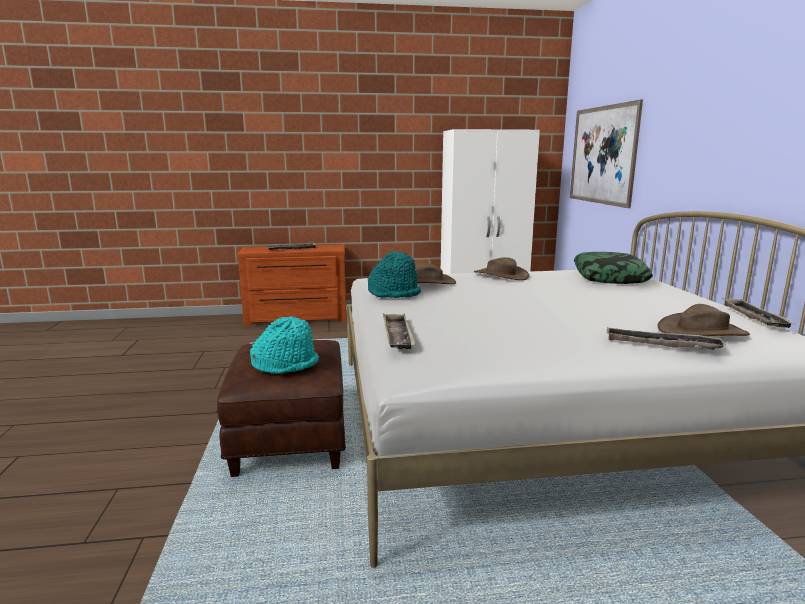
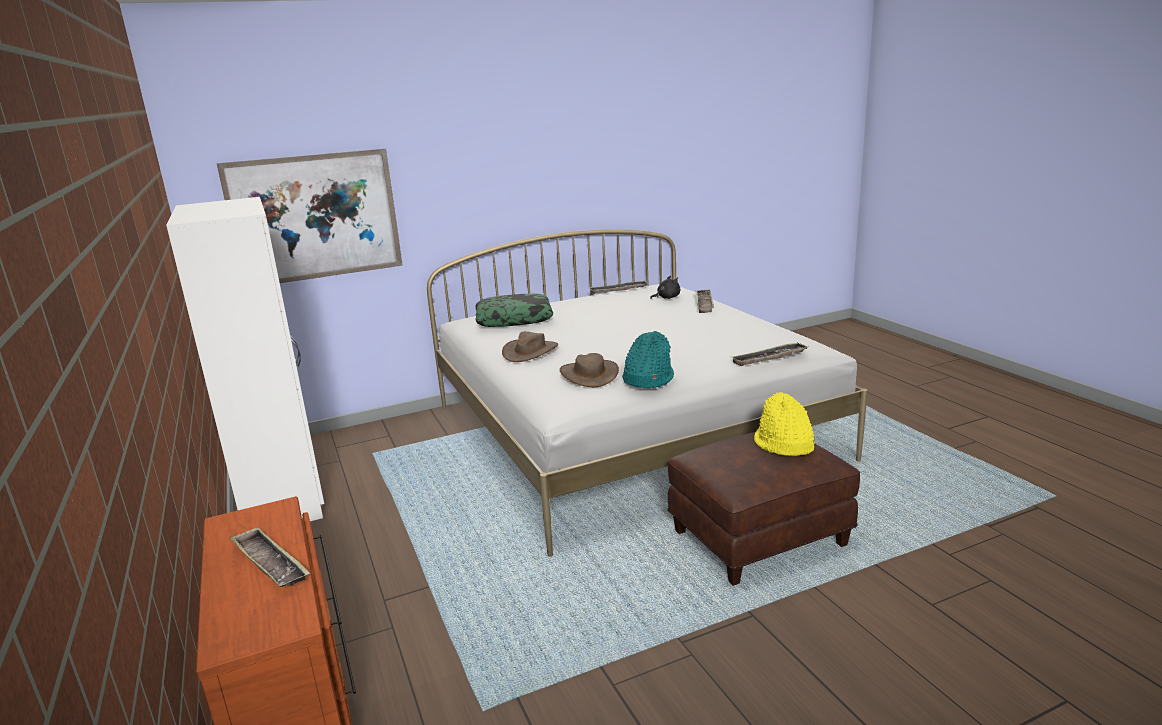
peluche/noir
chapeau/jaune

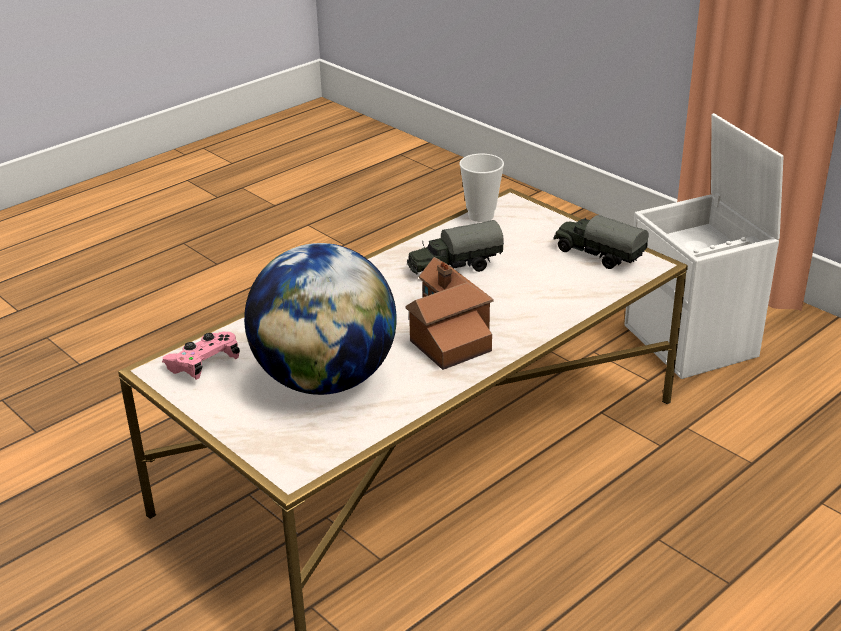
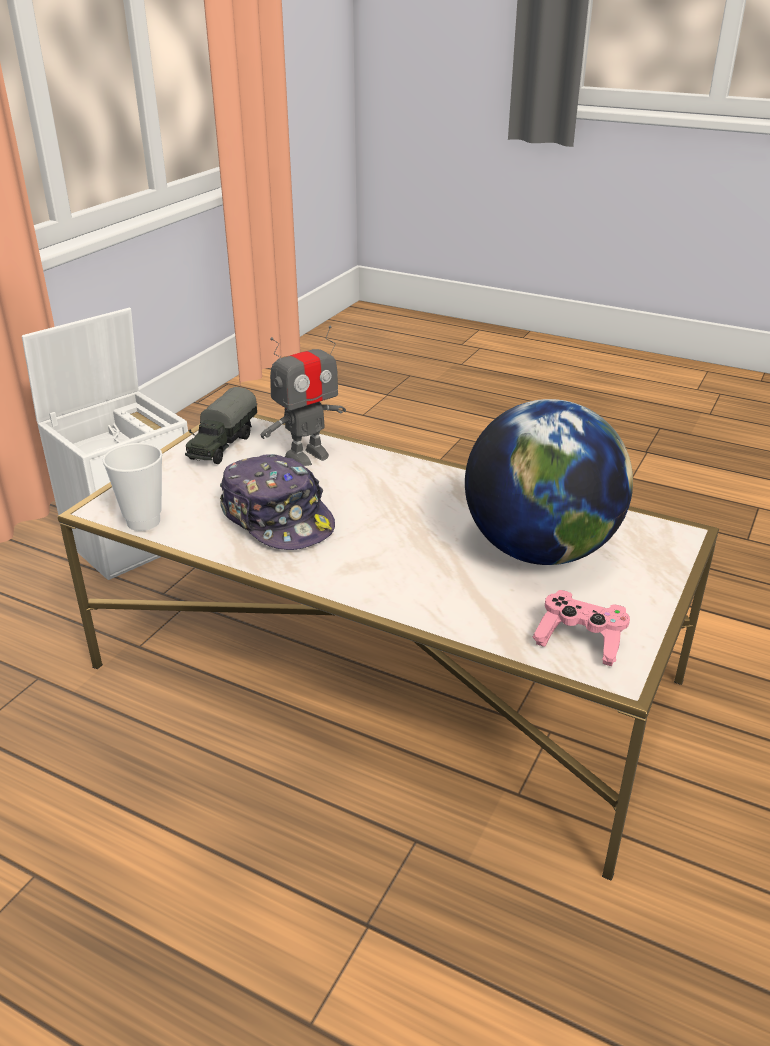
casquette
maison miniature
robot jouet

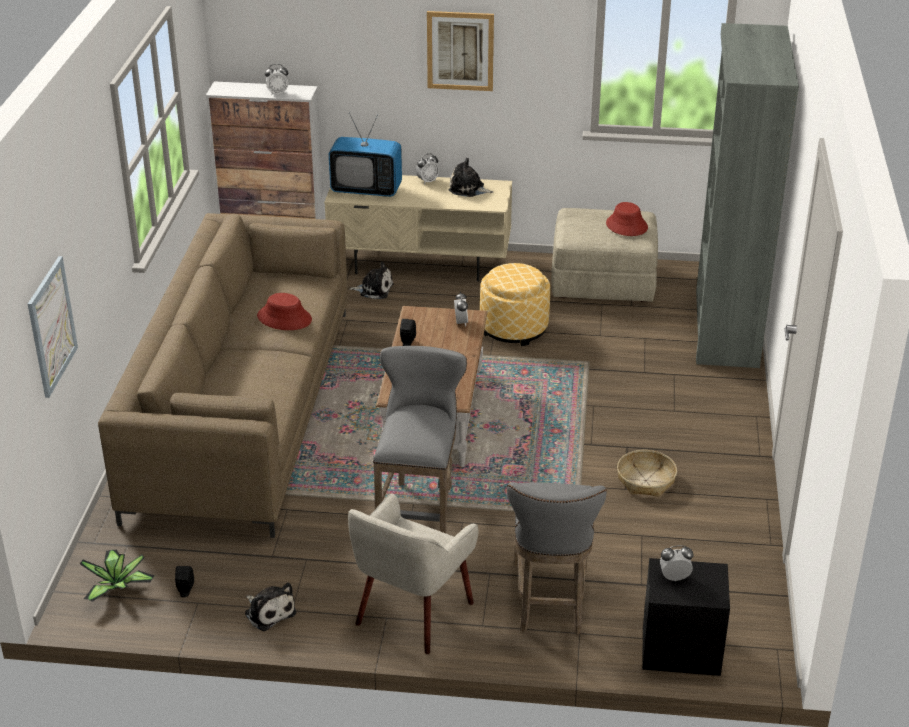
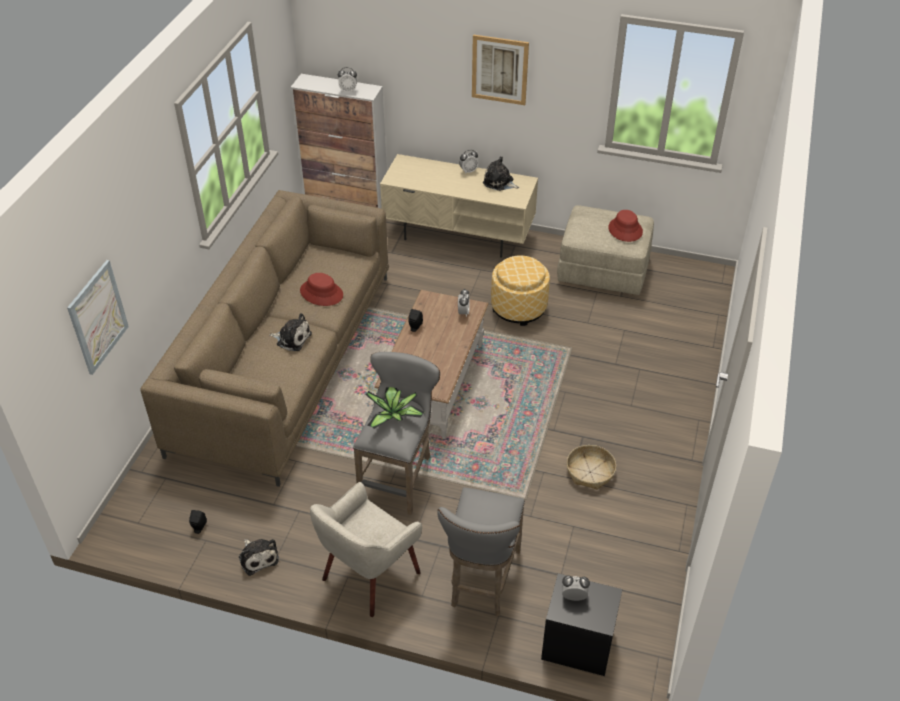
bibliothèque/gris
téléviseur
peluche (2nd from left)
plante en pot

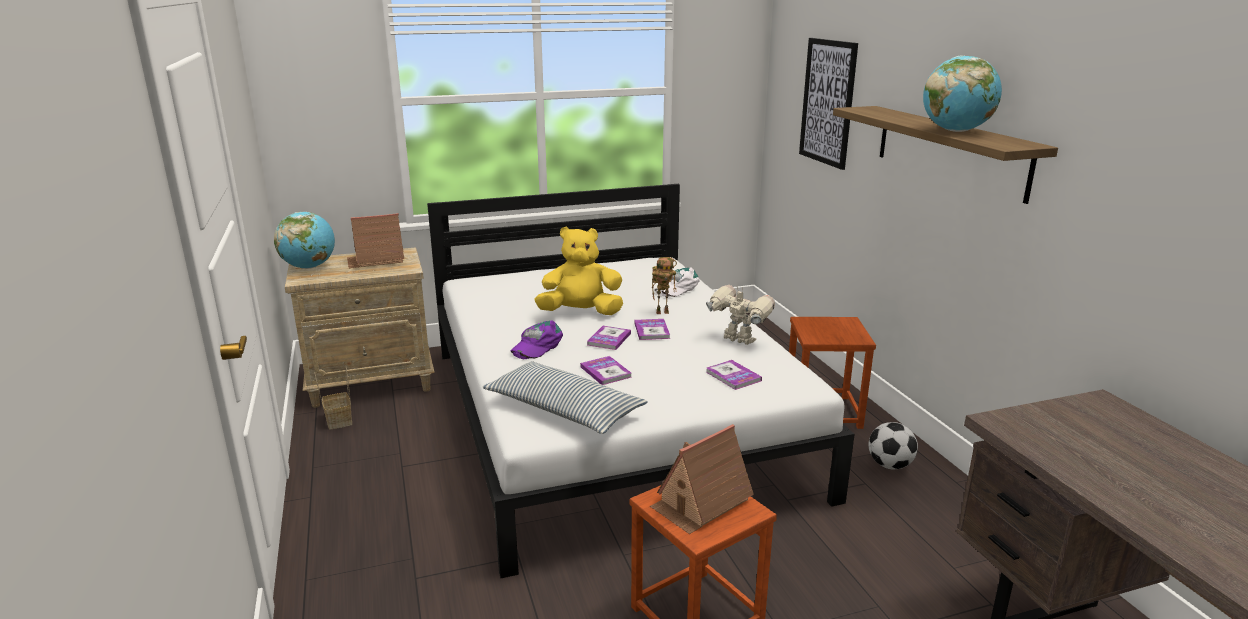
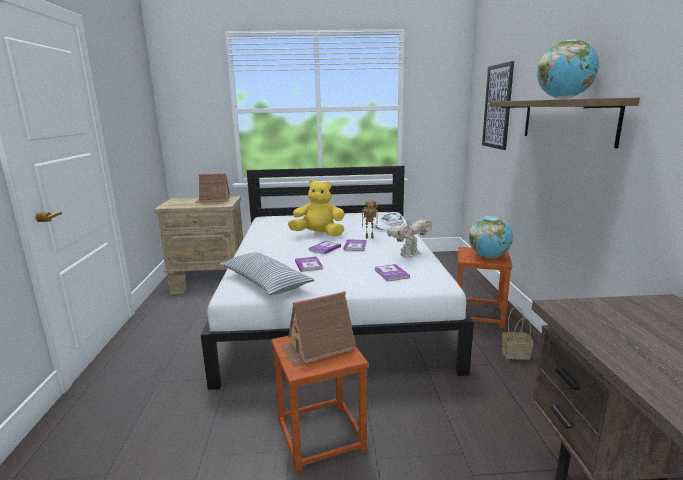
globe (1st from left)
robot jouet (2nd from left)
casquette/violet
panier (2nd from left)

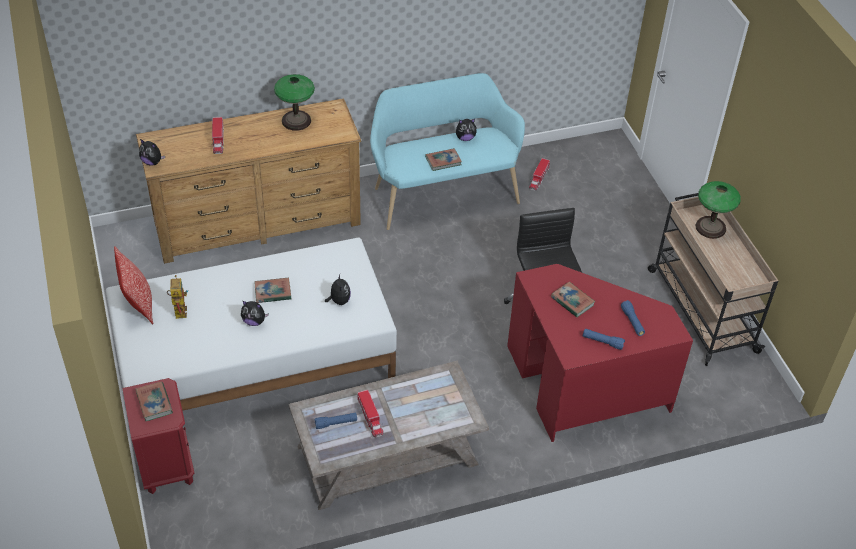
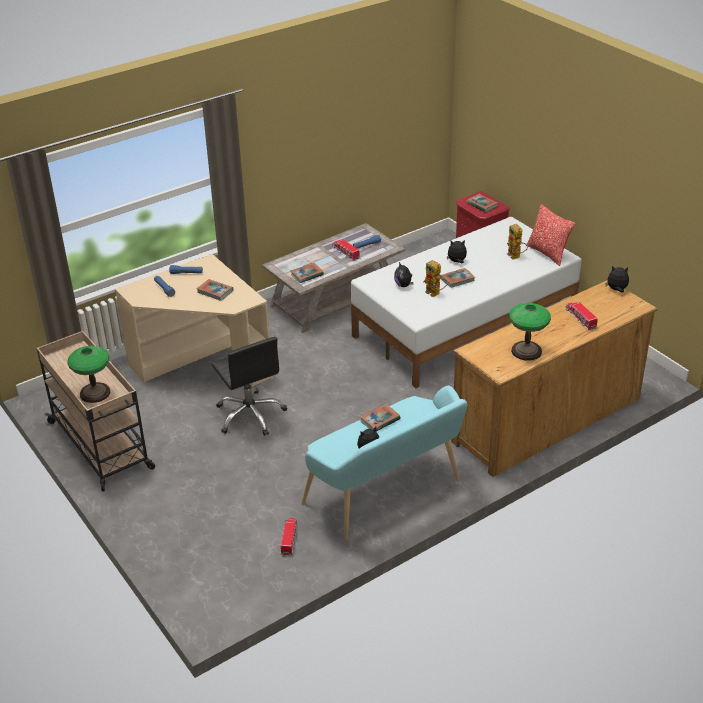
bureau/beige
robot jouet (1st from left)
livre (2nd from left)

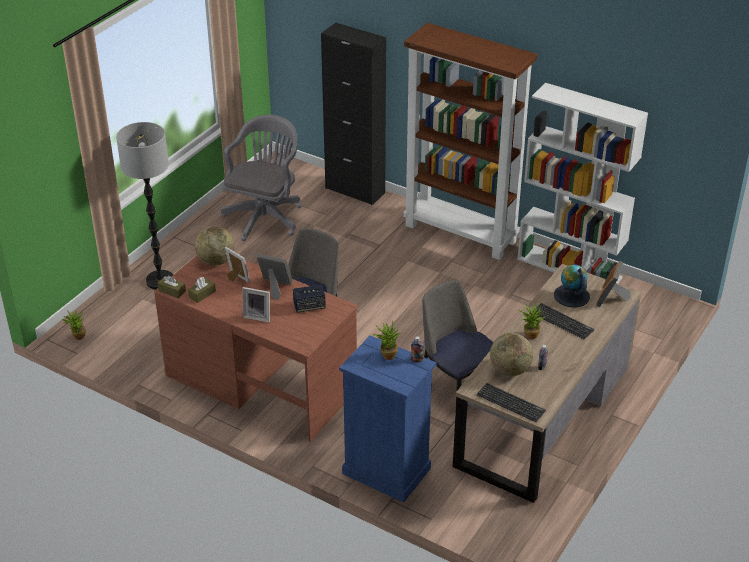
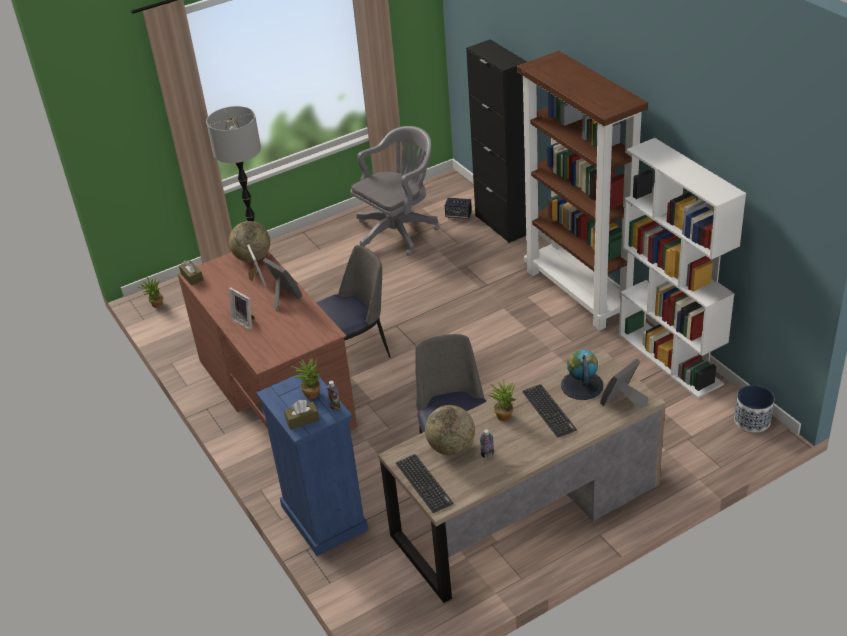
boîte à mouchoirs/marron (2nd from left)
enceinte
cache-pot

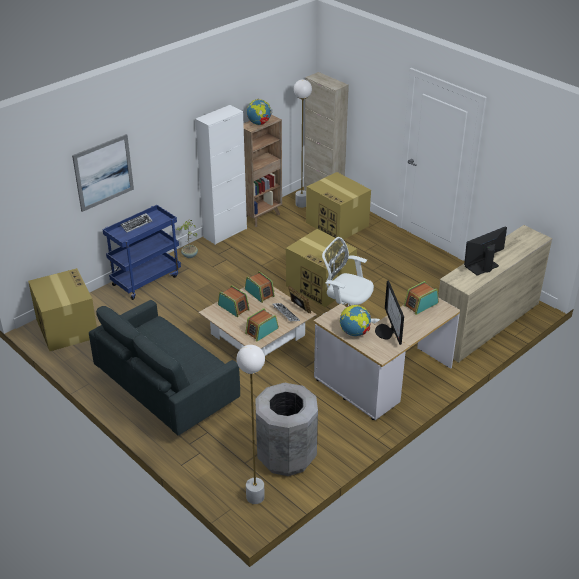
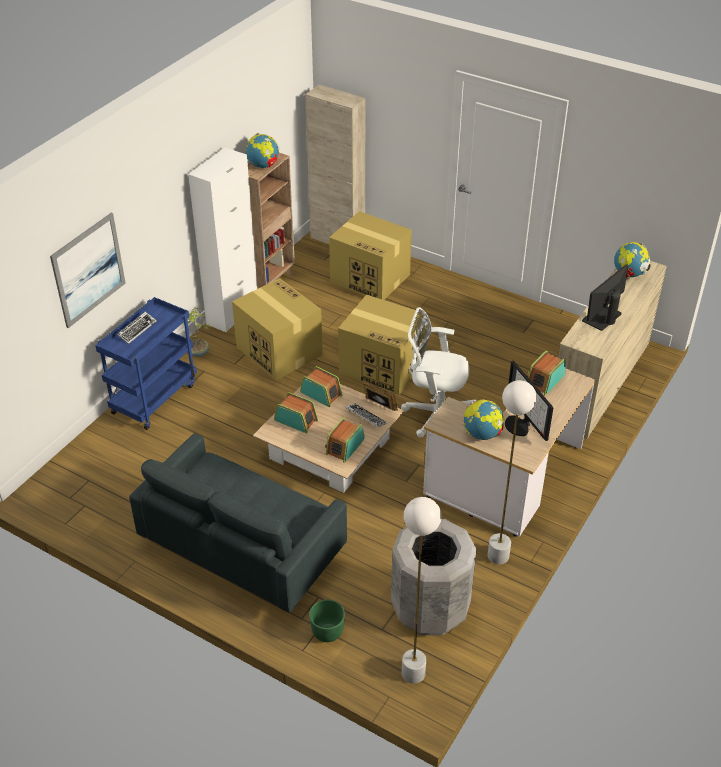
lampadaire/blanc (2nd from left)
carton (1st from left)
globe (3rd from left)
cache-pot/vert

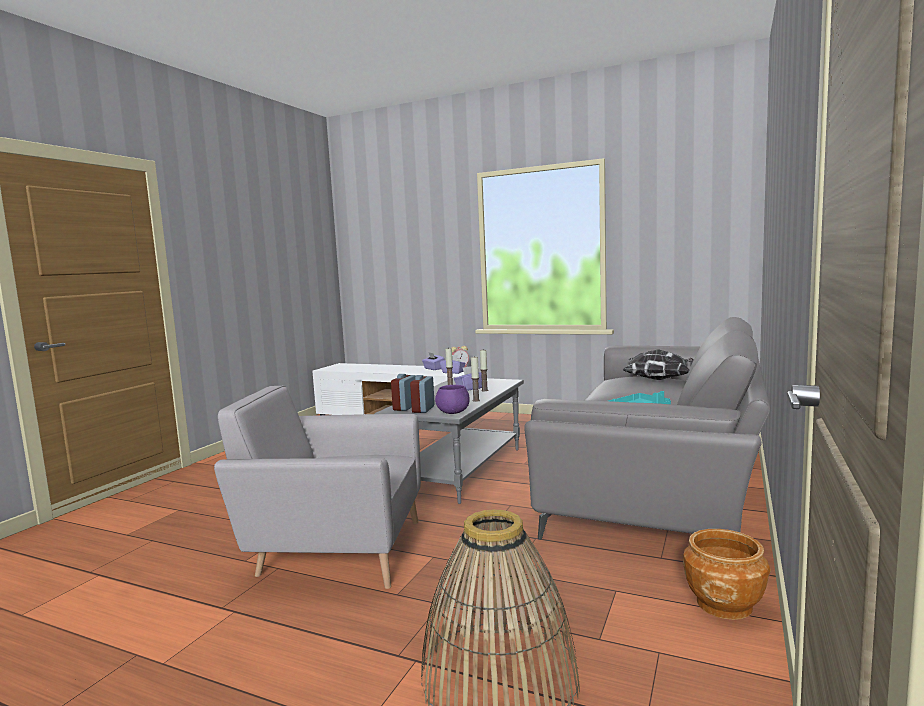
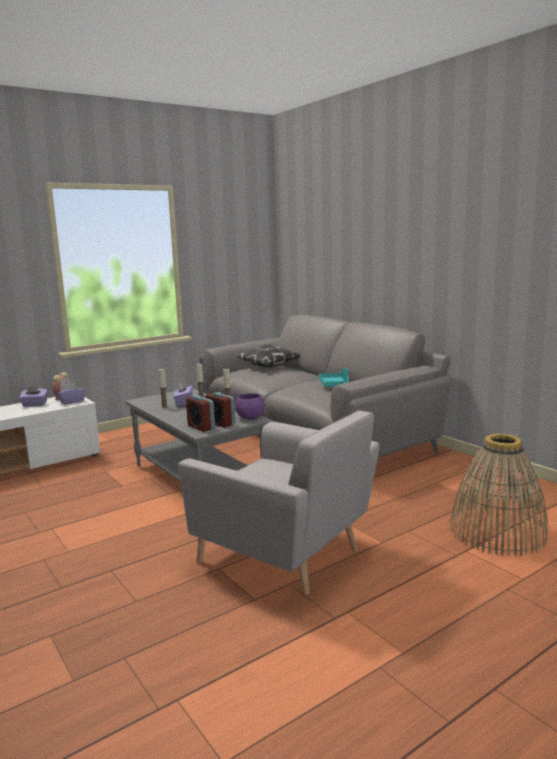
fauteuil/gris
cache-pot/marron

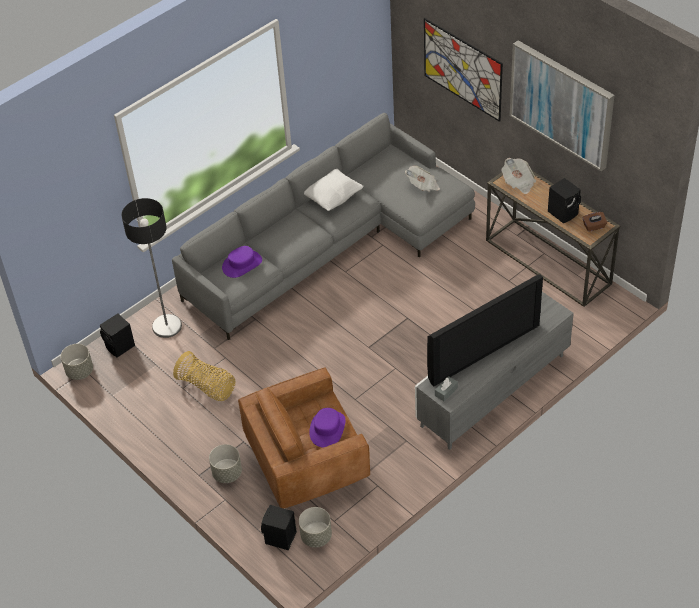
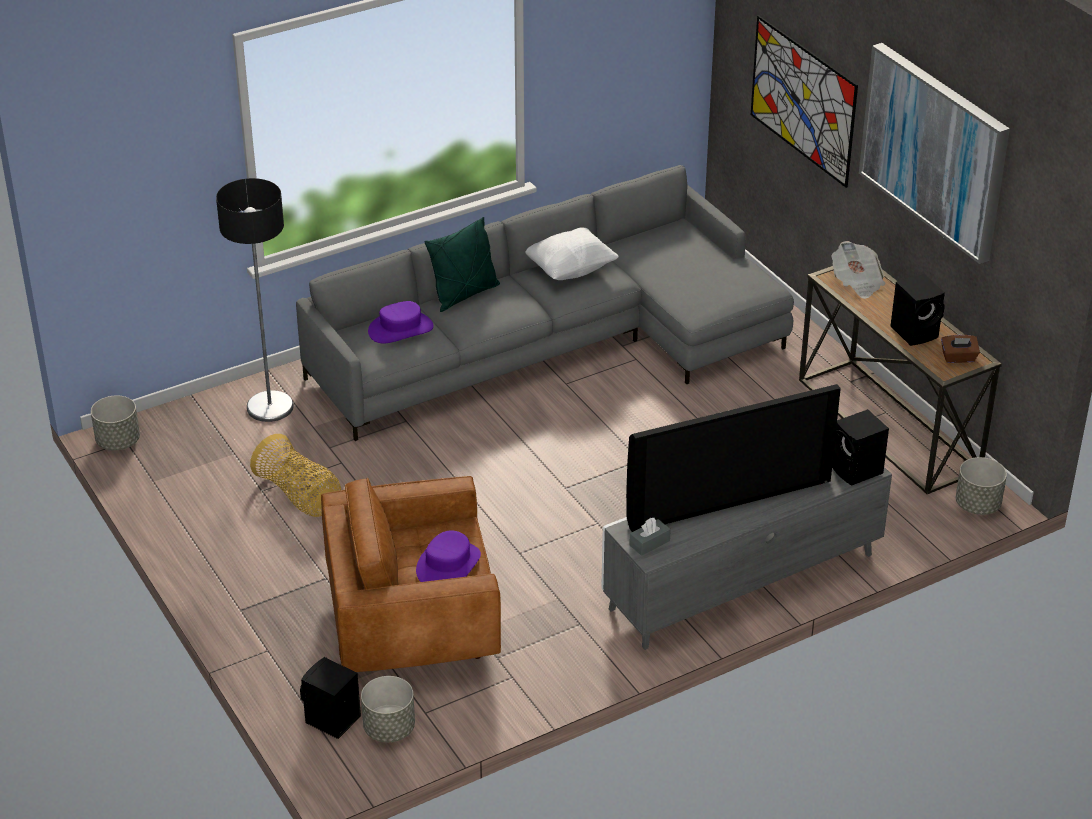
journal (1st from left in the first image)
enceinte/noir (2nd from left)
cache-pot/gris (3rd from left)
coussin/vert

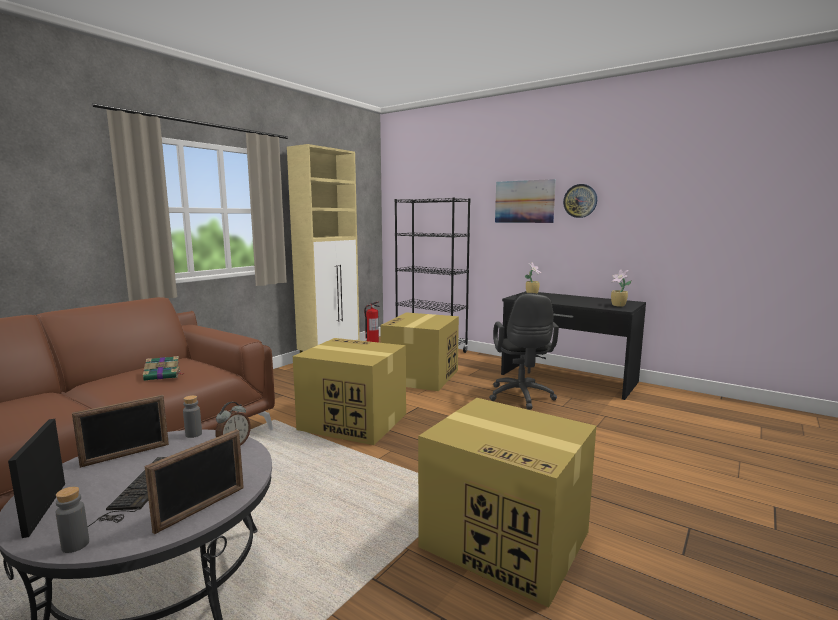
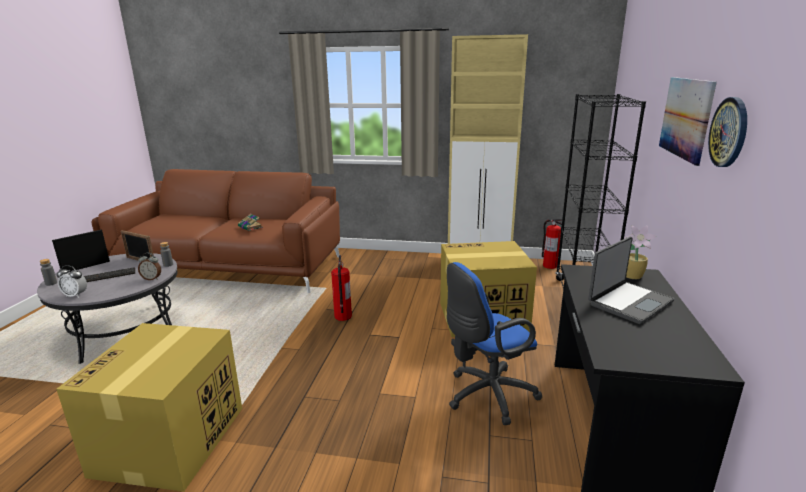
plante en pot (2nd from left in the first image)
chaise de bureau/bleu
extincteur (1st from left)
réveil (1st from left)
ordinateur portable

